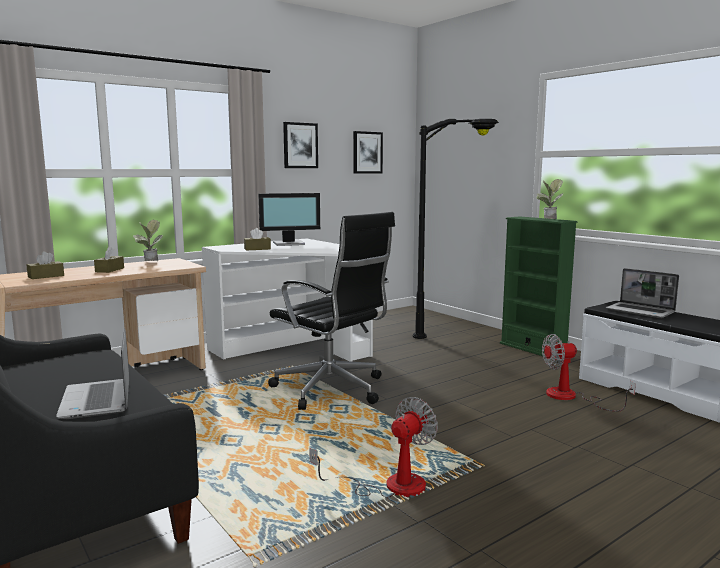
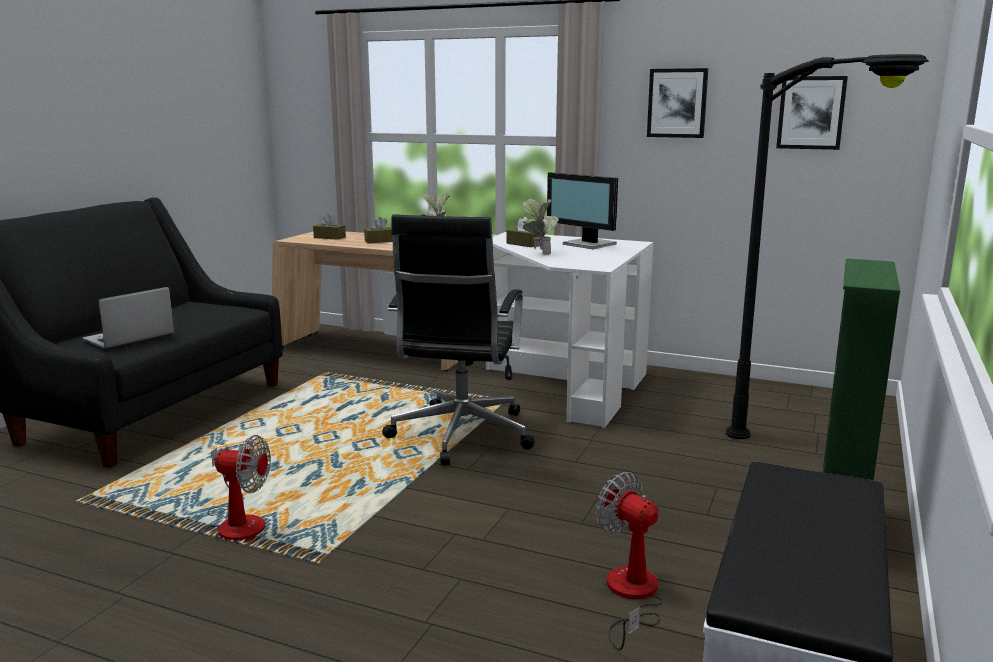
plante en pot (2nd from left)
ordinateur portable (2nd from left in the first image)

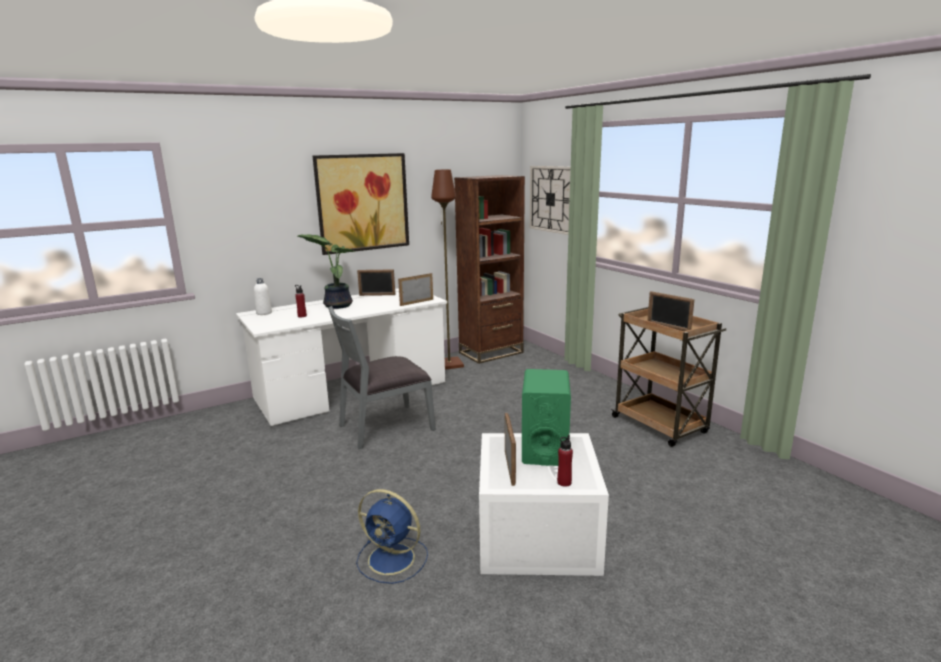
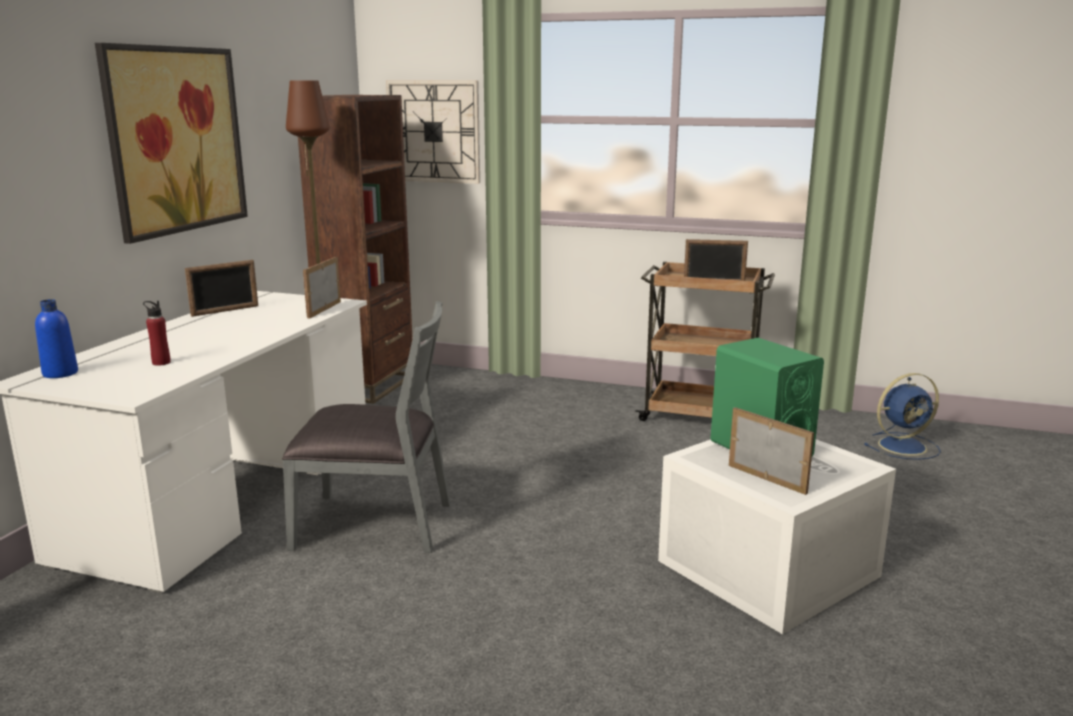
plante en pot
bouteille/bleu
chaise/gris
bouteille/rouge (2nd from left in the first image)
ventilateur/bleu

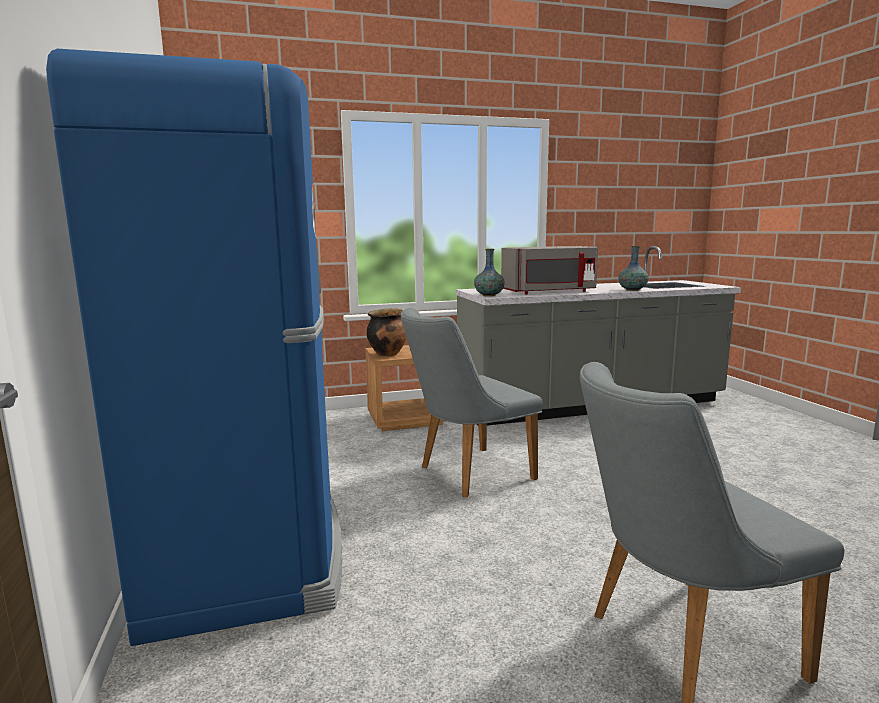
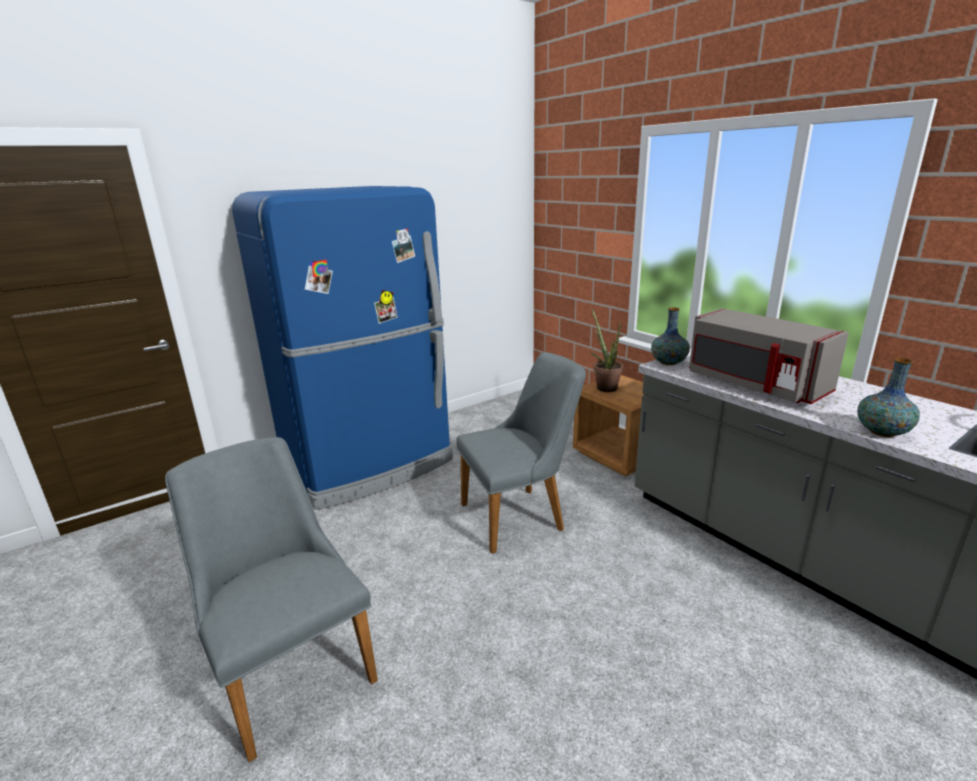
plante en pot
chaise/gris (2nd from left)

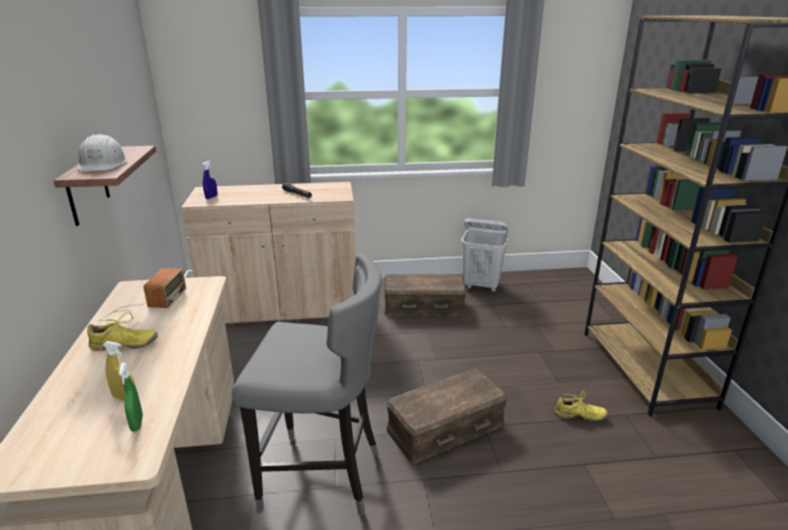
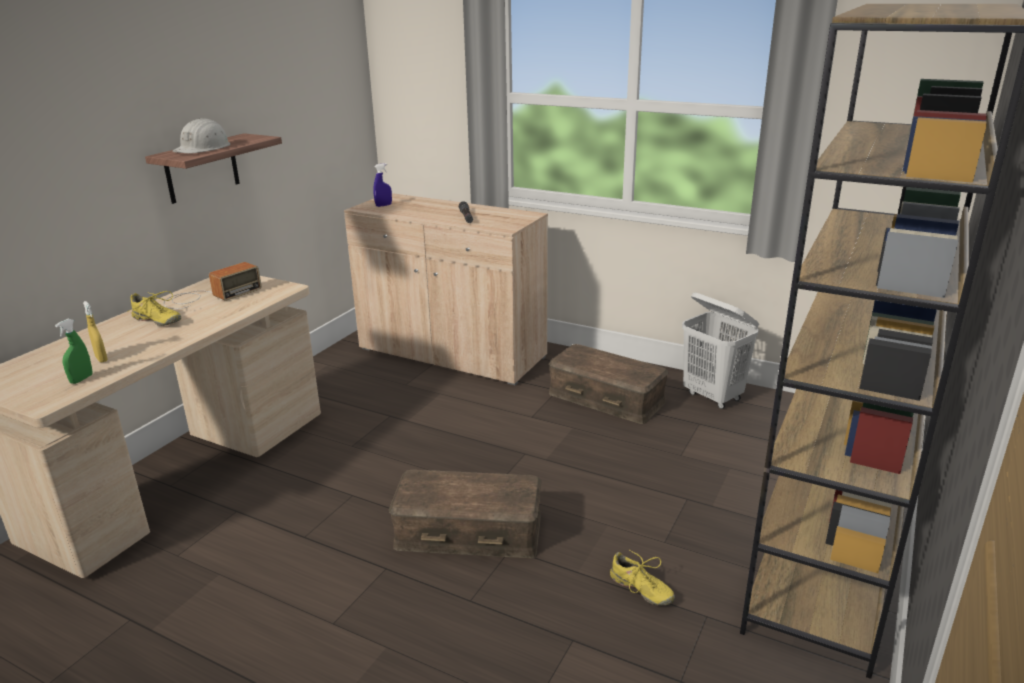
tabouret/gris

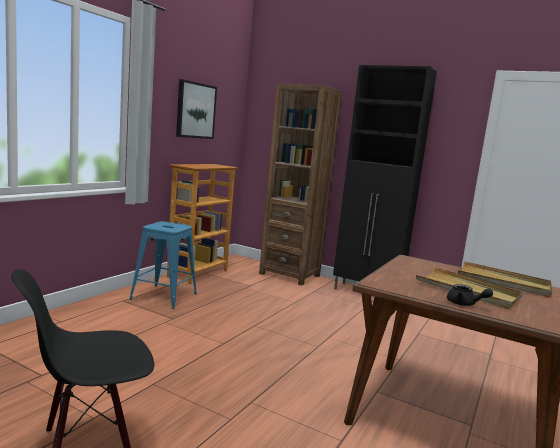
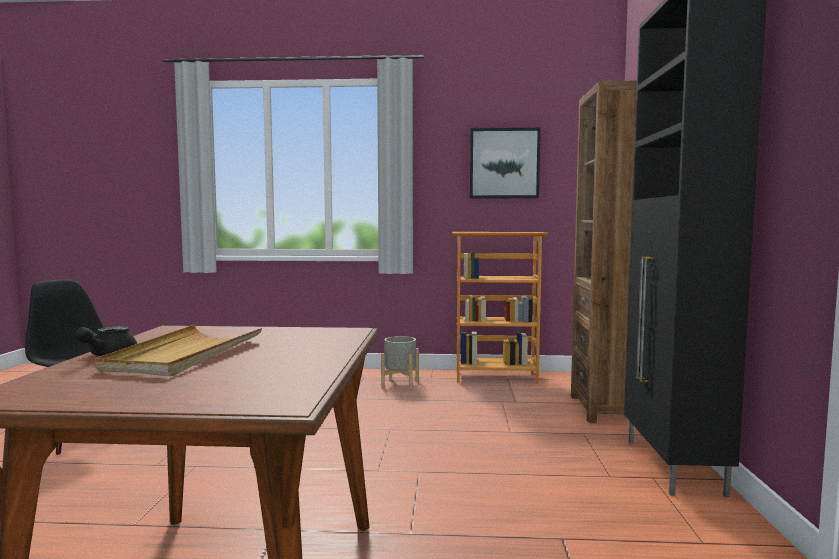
cache-pot/gris
plateau/beige (2nd from left in the first image)

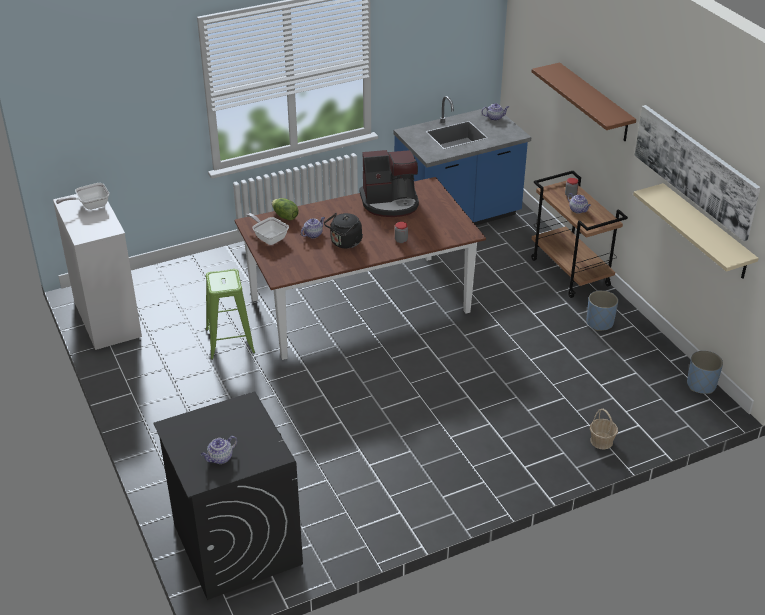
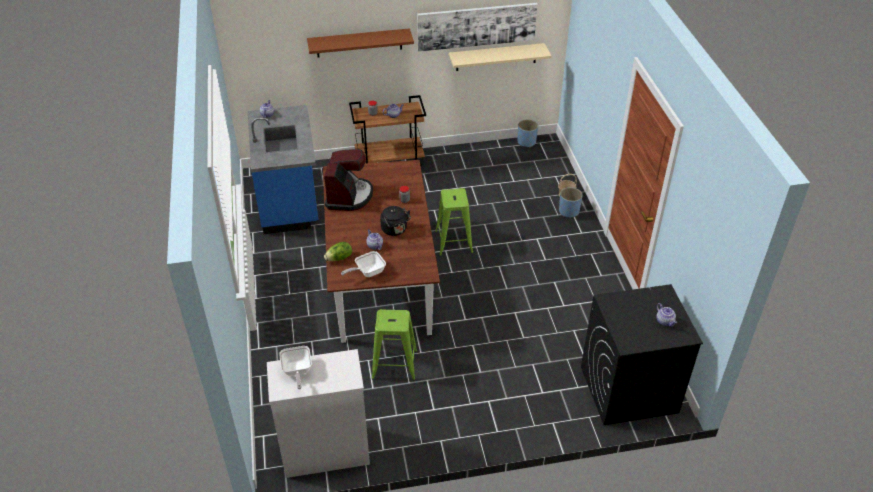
cache-pot/bleu (2nd from left)
tabouret/vert (2nd from left)

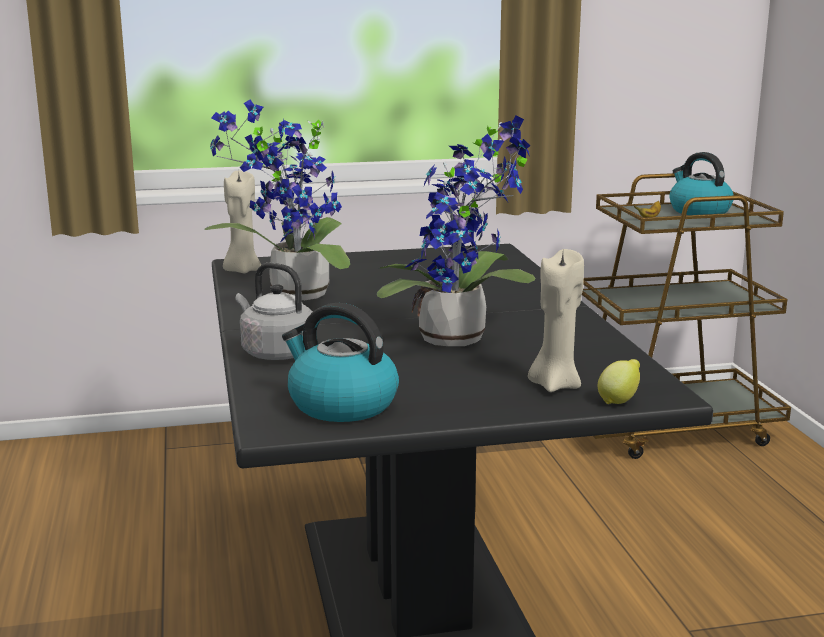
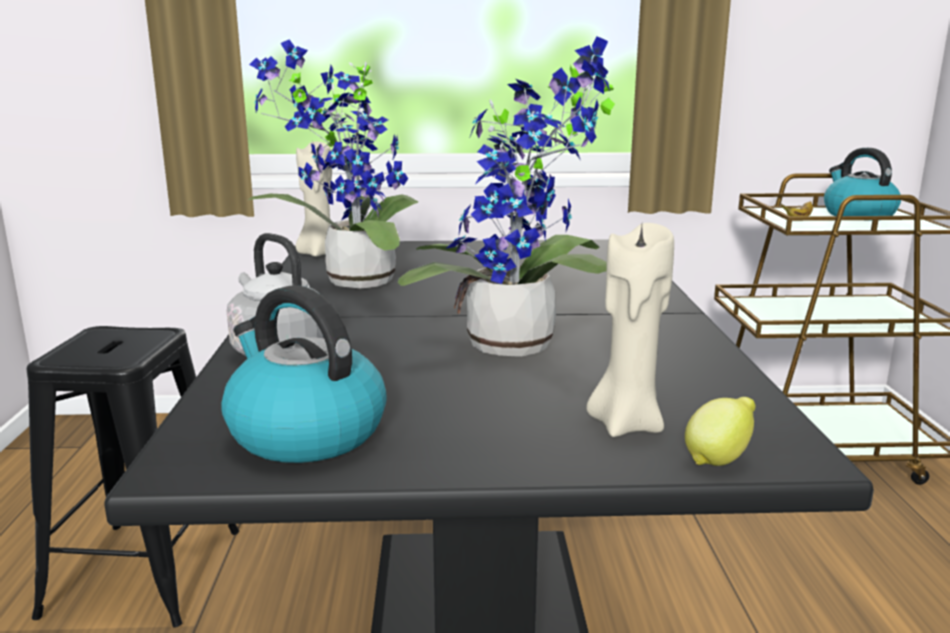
tabouret/noir

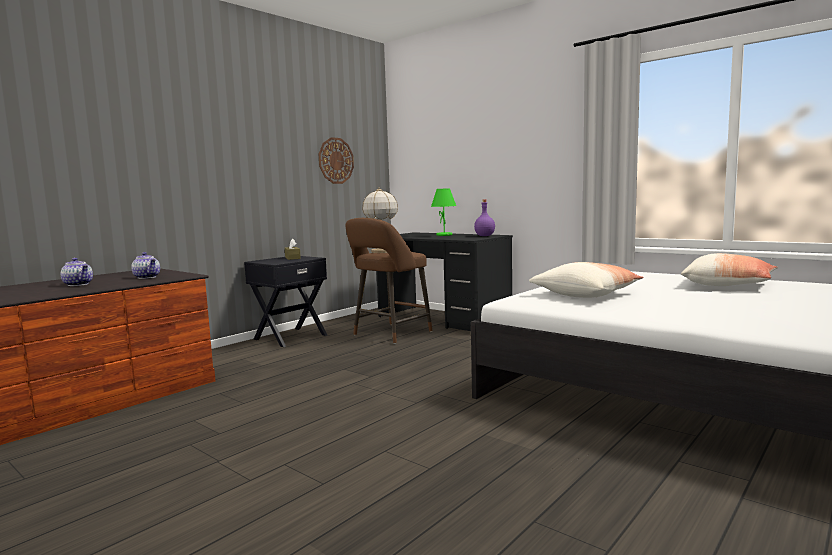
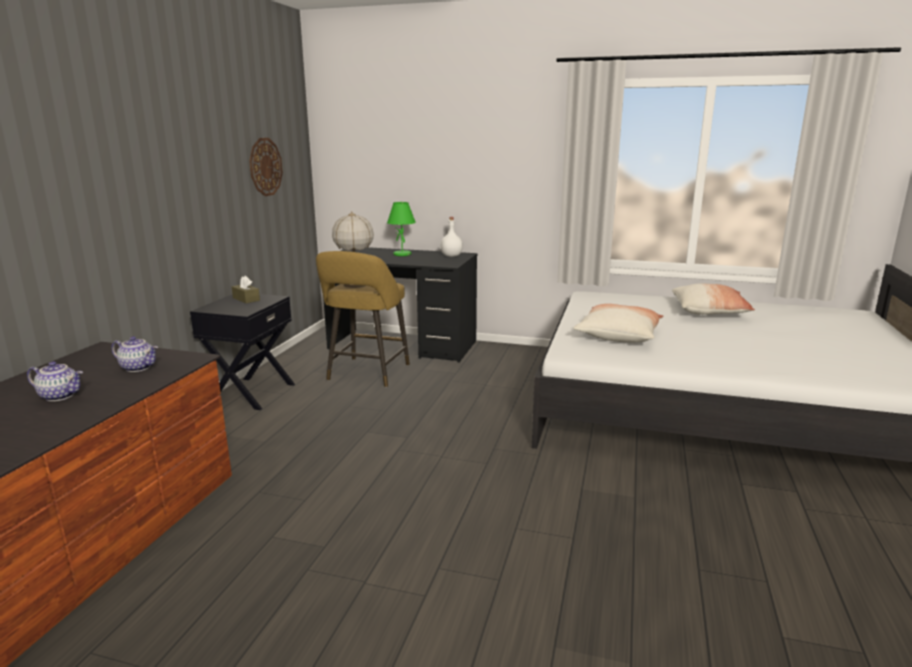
bouteille/blanc
tabouret/jaune

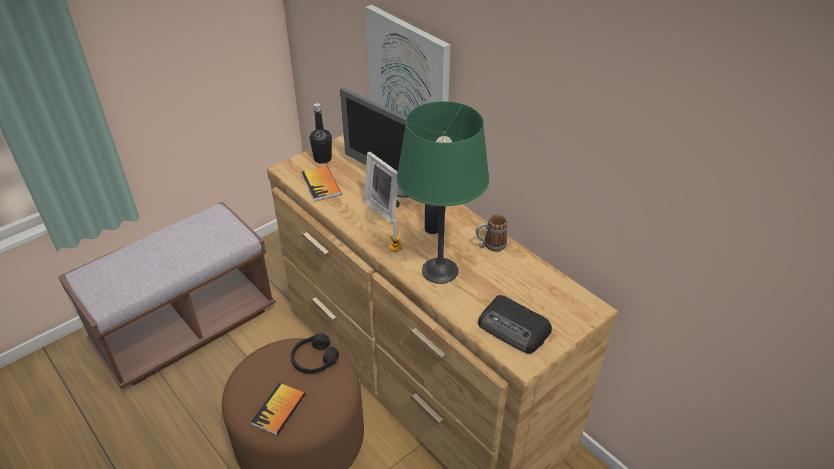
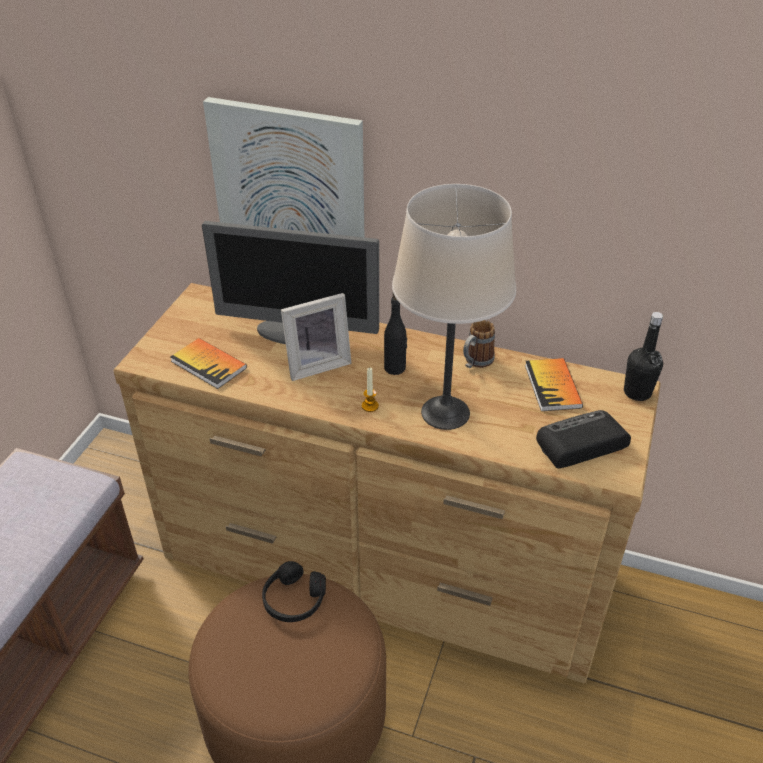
lampe de table/beige
bouteille/noir (2nd from left)
cadre photo
radio
livre (2nd from left)

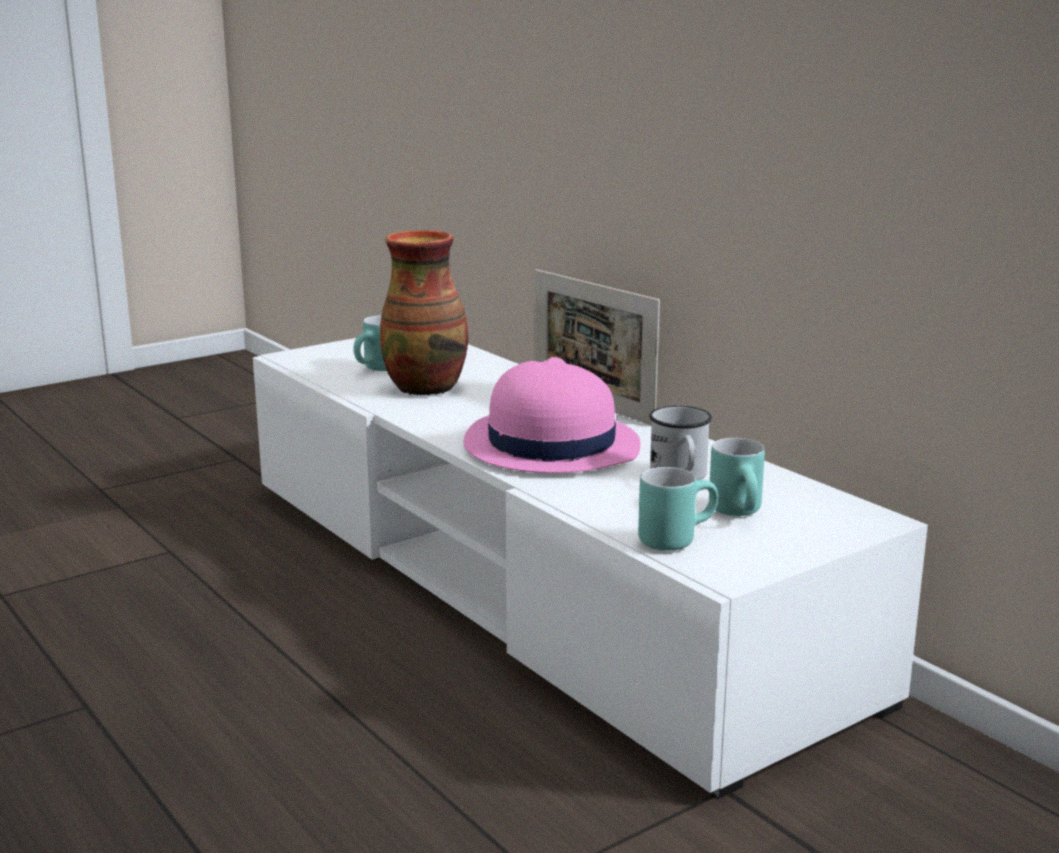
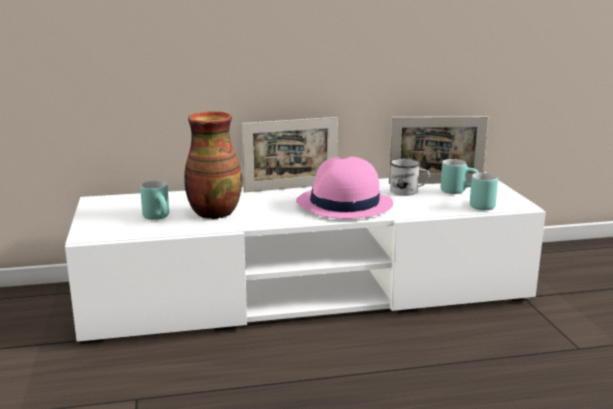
cadre photo (2nd from left)

